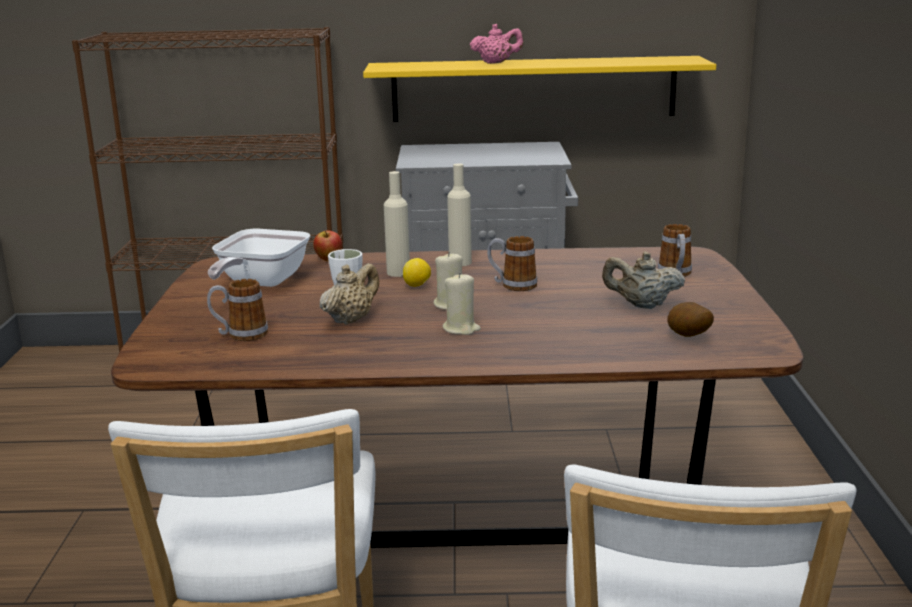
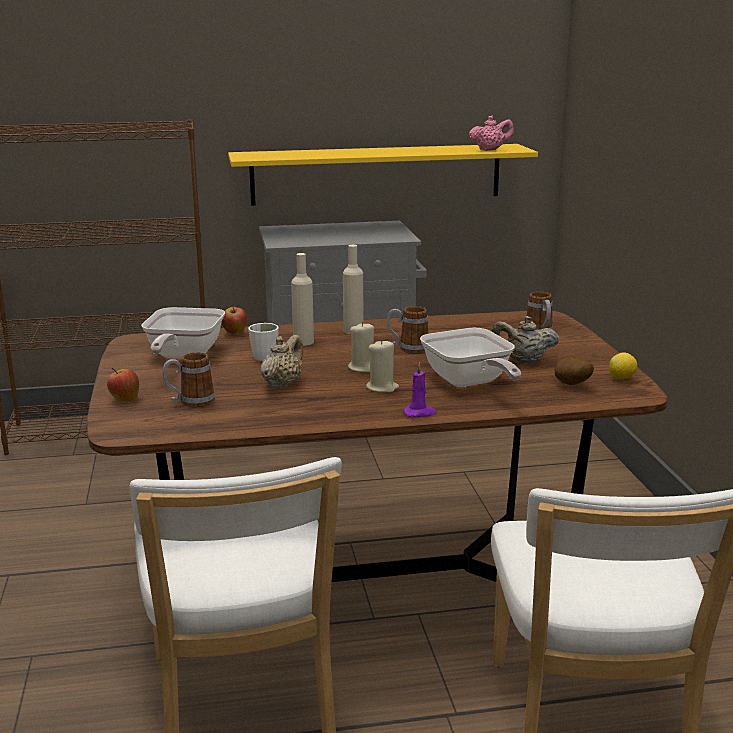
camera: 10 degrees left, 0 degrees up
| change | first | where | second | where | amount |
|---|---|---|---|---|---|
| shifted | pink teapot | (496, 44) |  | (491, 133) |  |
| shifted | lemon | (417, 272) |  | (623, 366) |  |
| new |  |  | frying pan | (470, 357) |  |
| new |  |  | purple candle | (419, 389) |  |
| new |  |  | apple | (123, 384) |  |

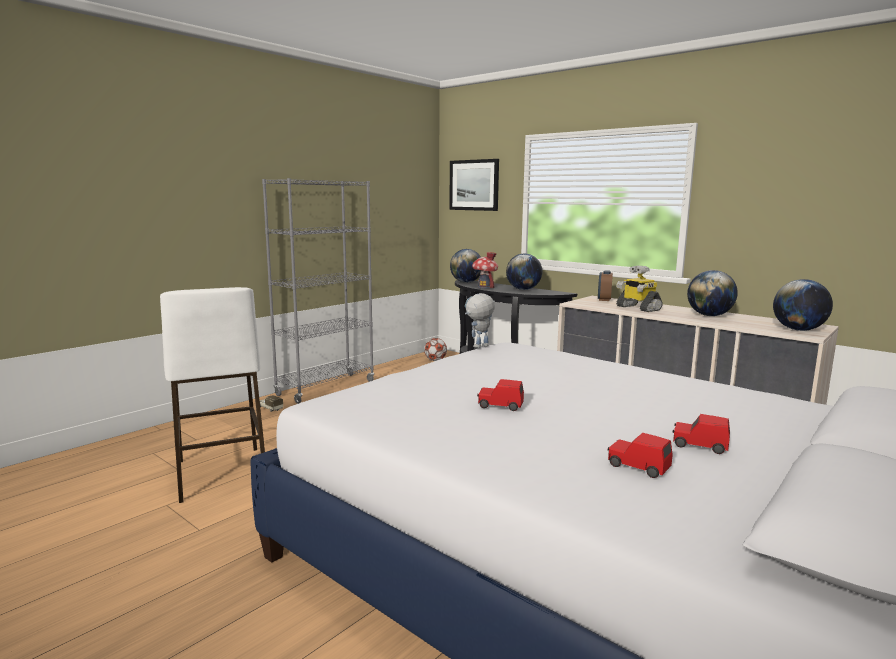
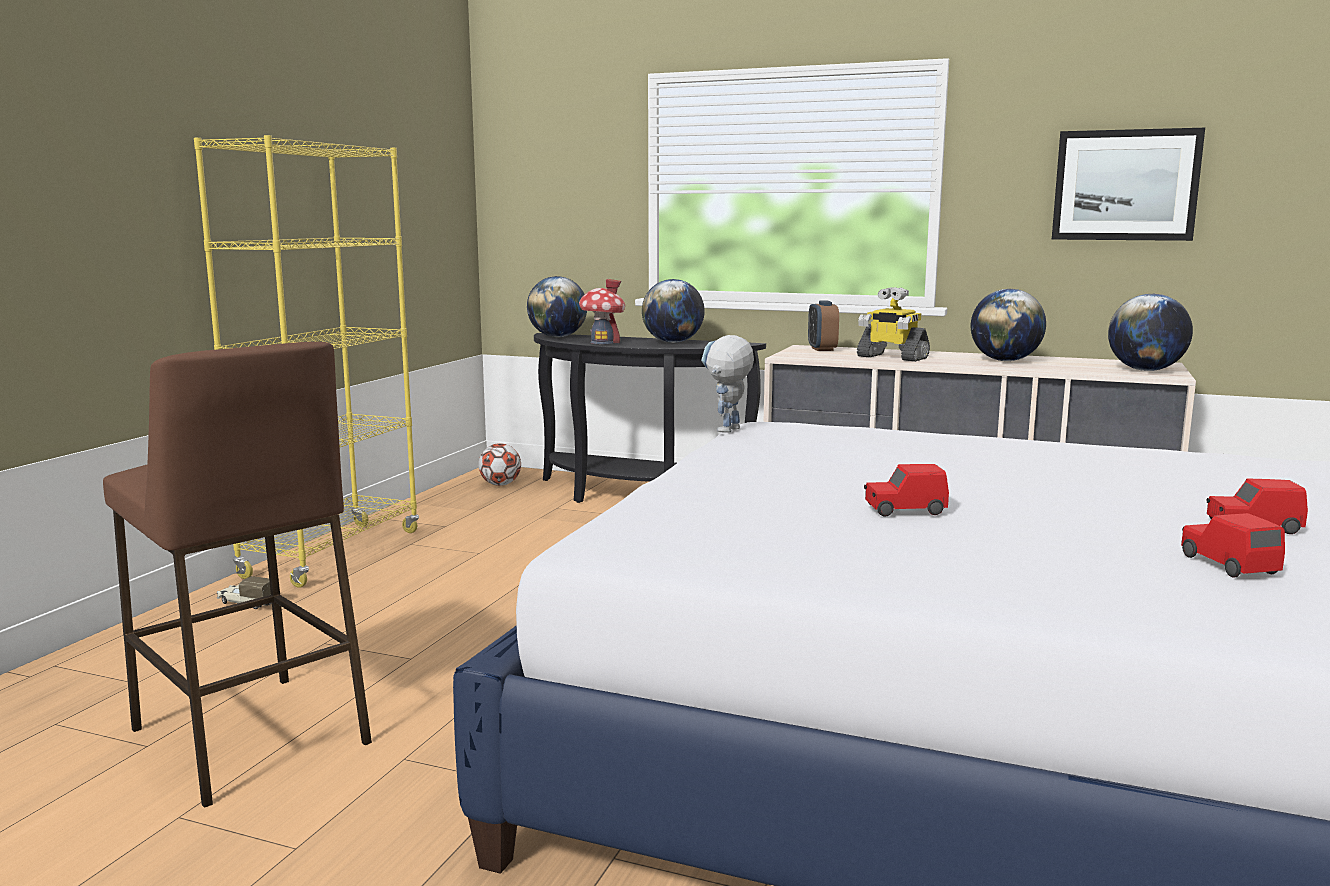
camera: 20 degrees left, 0 degrees up
| change | first | where | second | where | amount |
|---|---|---|---|---|---|
| shifted | picture | (474, 185) |  | (1128, 184) |  |
| repainted | grey bookcase | (318, 291) | yellow bookcase | (306, 361) |  |
| repainted | white stool | (212, 395) | brown stool | (237, 575) |  |
| rotated | red toy car | (640, 455) |  | (1233, 545) | 60 degrees clockwise |

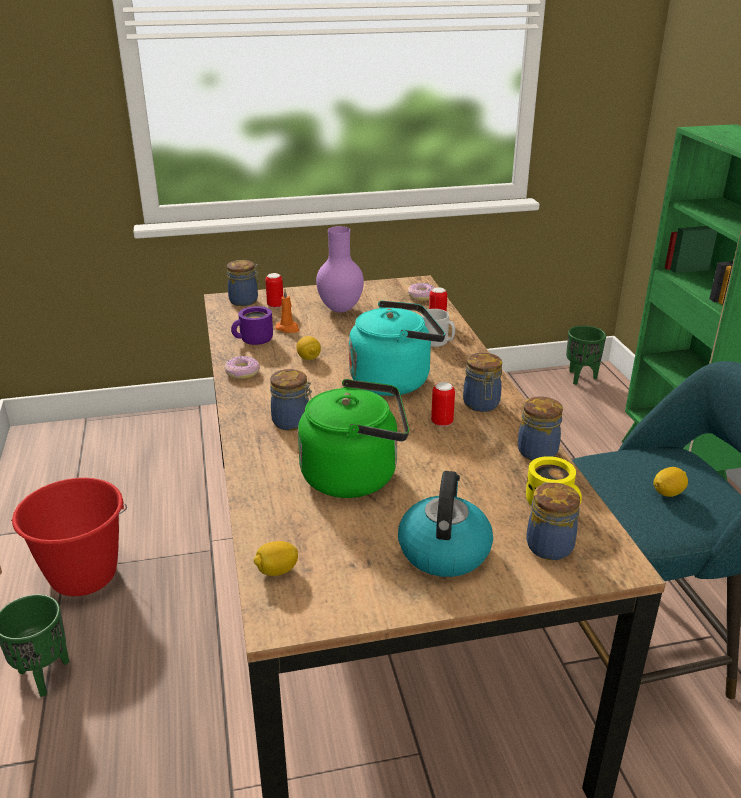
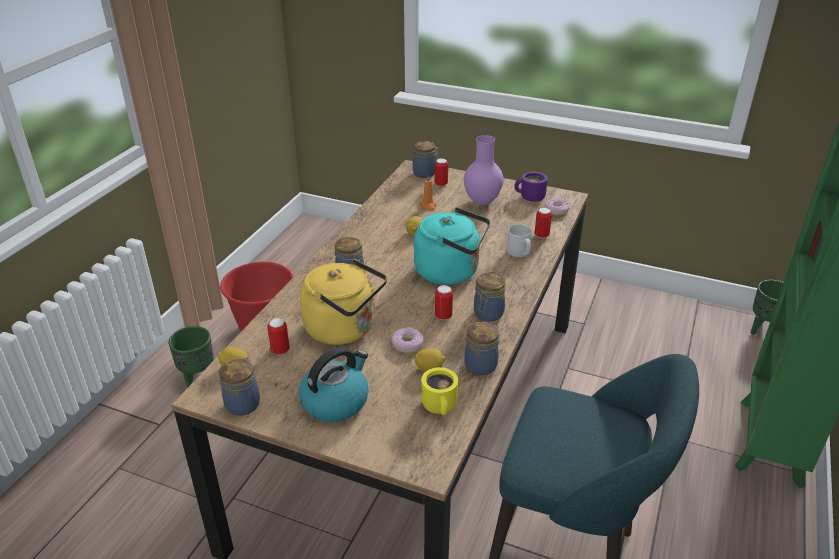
camera: 35 degrees right, 5 degrees up
| change | first | where | second | where | amount |
|---|---|---|---|---|---|
| shifted | purple mug | (252, 325) |  | (531, 187) |  |
| shifted | donut | (242, 367) |  | (407, 340) |  |
| repainted | green kettle | (353, 438) | yellow kettle | (343, 302) |  |
| shifted | lemon | (670, 482) |  | (430, 360) |  |
| shifted | jar | (553, 521) |  | (239, 387) |  |
| new |  |  | can | (278, 336) |  |

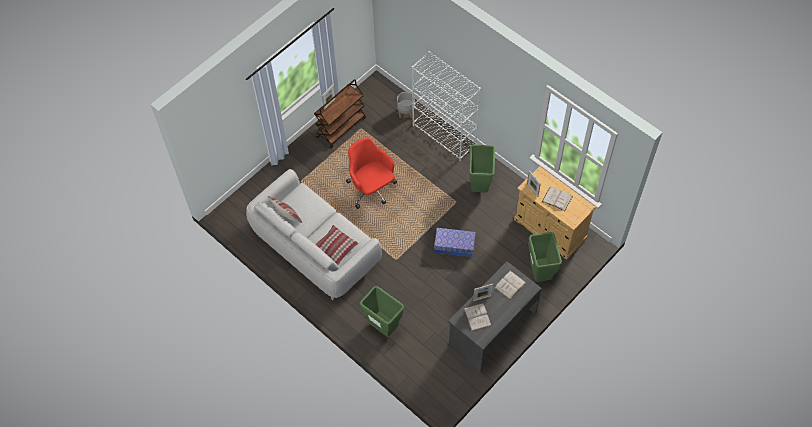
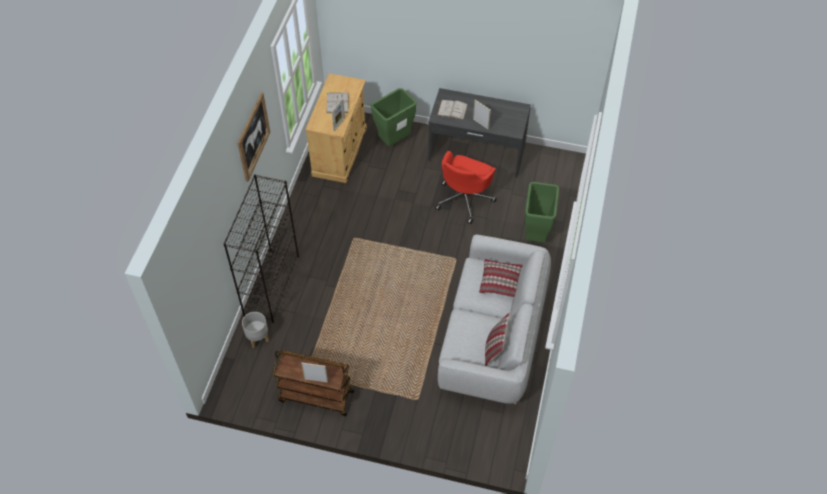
camera: 120 degrees left, 5 degrees down
| change | first | where | second | where | amount |
|---|---|---|---|---|---|
| repainted | white bookcase | (446, 106) | black bookcase | (261, 249) |  |
| shifted | red office chair | (371, 173) |  | (465, 187) |  |
| gone | green trash can | (482, 168) |  |  |  |
| gone | storage box | (455, 242) |  |  |  |
| gone | white book | (477, 317) |  |  |  |
| new |  |  | picture | (254, 137) |  |

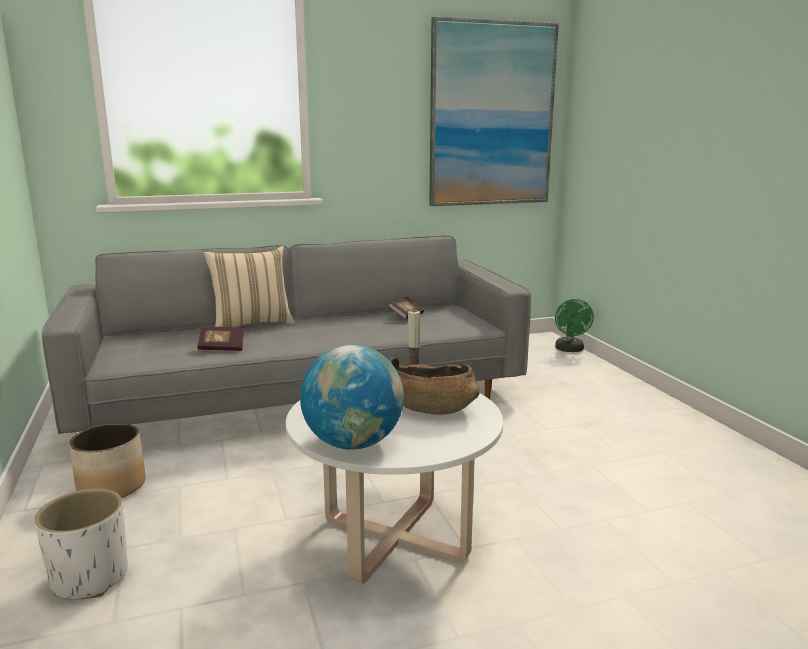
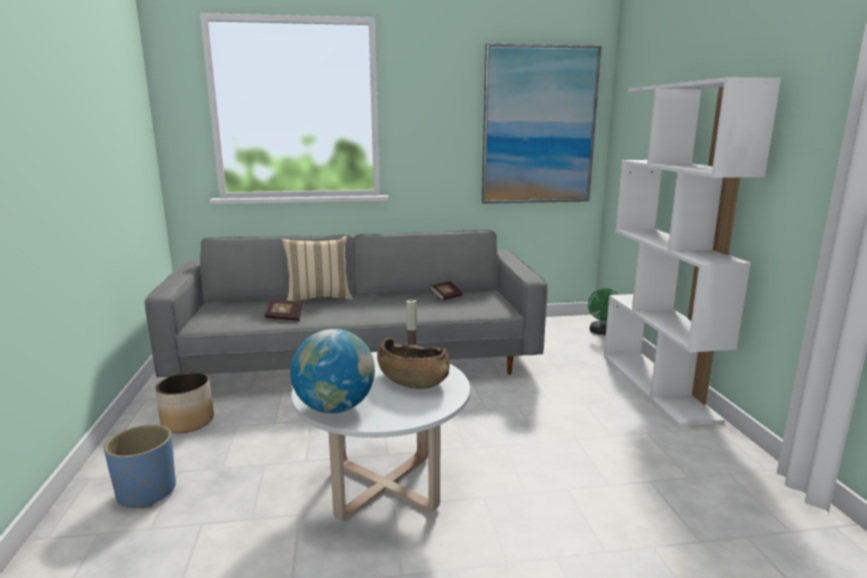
camera: 10 degrees right, 0 degrees up
| change | first | where | second | where | amount |
|---|---|---|---|---|---|
| repainted | white planter | (81, 544) | blue planter | (140, 466) |  |
| new |  |  | white bookcase | (692, 252) |  |

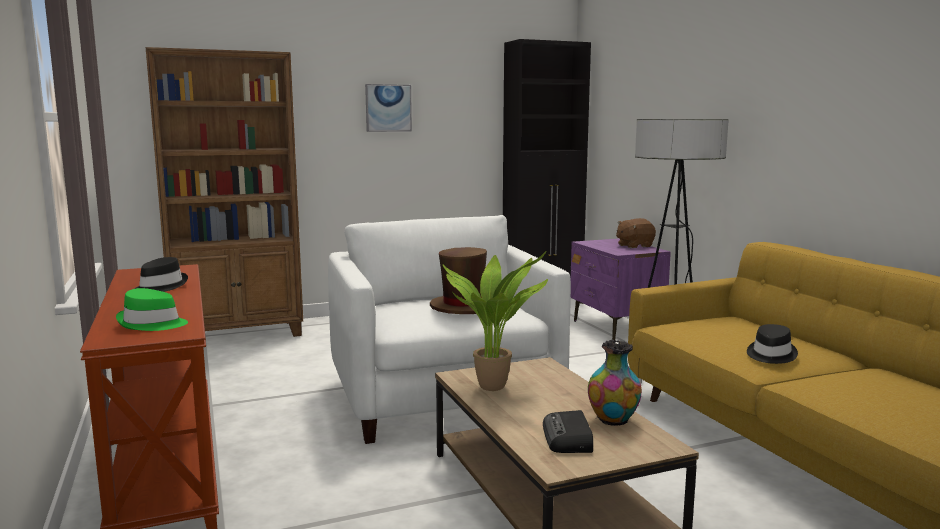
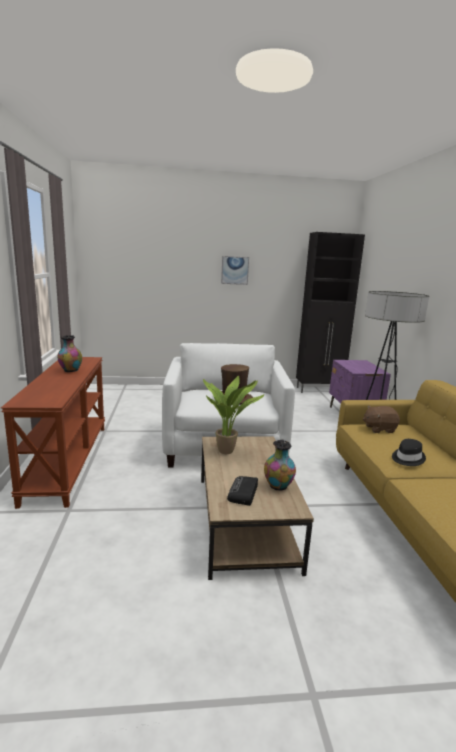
camera: 15 degrees right, 5 degrees up
| change | first | where | second | where | amount |
|---|---|---|---|---|---|
| gone | brown bookcase | (224, 192) |  |  |  |
| shifted | brown plush toy | (636, 233) |  | (381, 419) |  |
| swapped | black hat | (161, 274) | vase | (70, 353) |  |
| gone | green hat | (152, 309) |  |  |  |

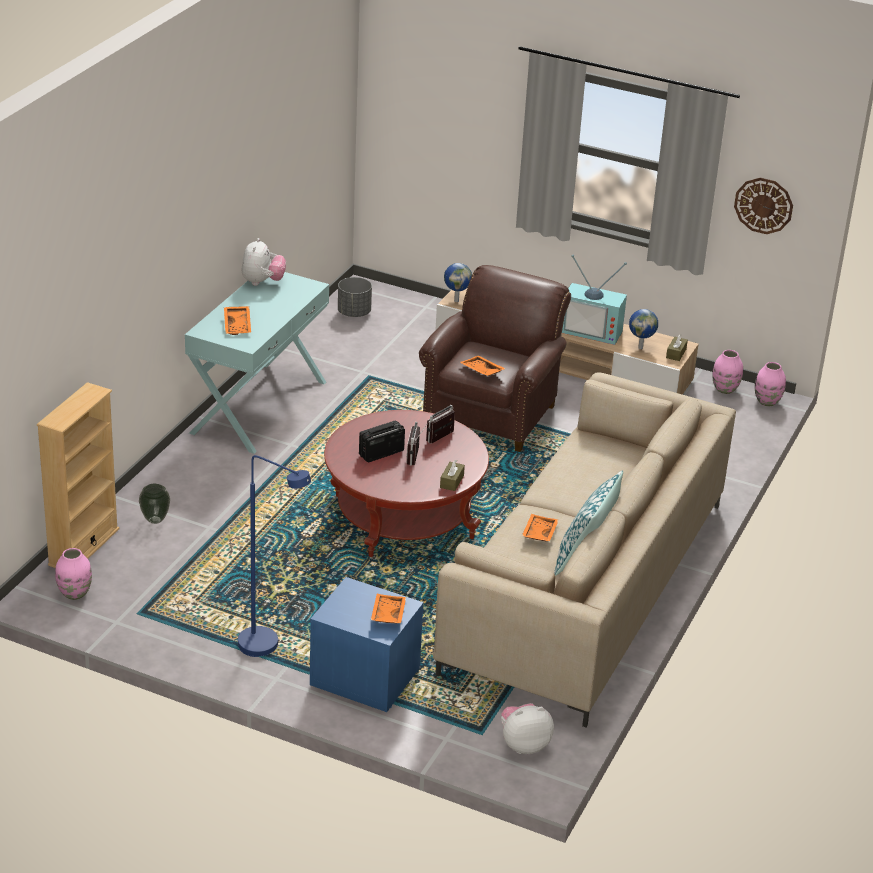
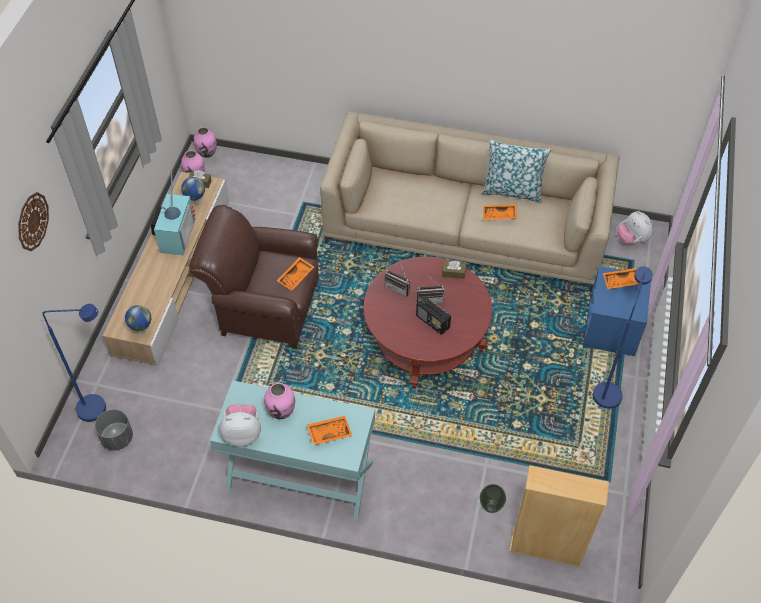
camera: 100 degrees left, 20 degrees up
| change | first | where | second | where | amount |
|---|---|---|---|---|---|
| shifted | wall clock | (763, 206) |  | (33, 221) |  |
| shifted | pink vase | (73, 574) |  | (279, 401) |  |
| new |  |  | blue floor lamp | (74, 363) |  |

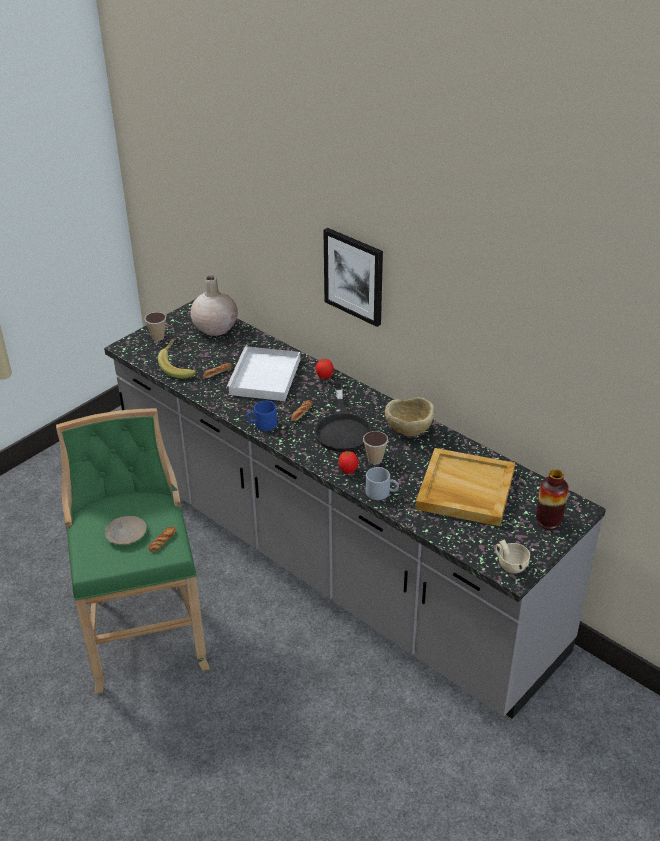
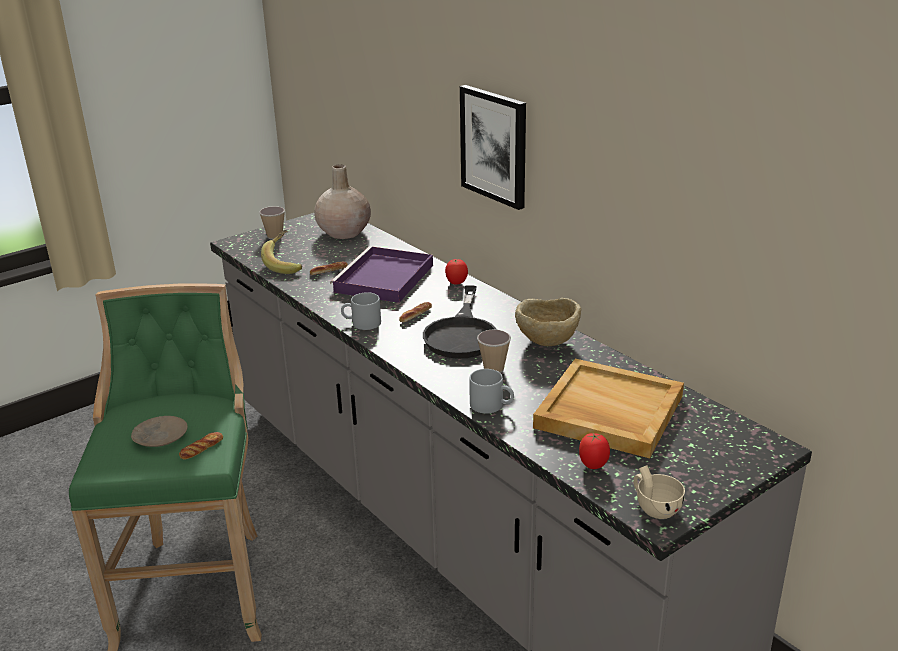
camera: 10 degrees right, 10 degrees down
| change | first | where | second | where | amount |
|---|---|---|---|---|---|
| repainted | white tray | (263, 373) | purple tray | (381, 274) |  |
| repainted | blue mug | (261, 416) | grey mug | (361, 311) |  |
| shifted | tomato | (348, 462) |  | (594, 451) |  |
| gone | vase | (552, 499) |  |  |  |

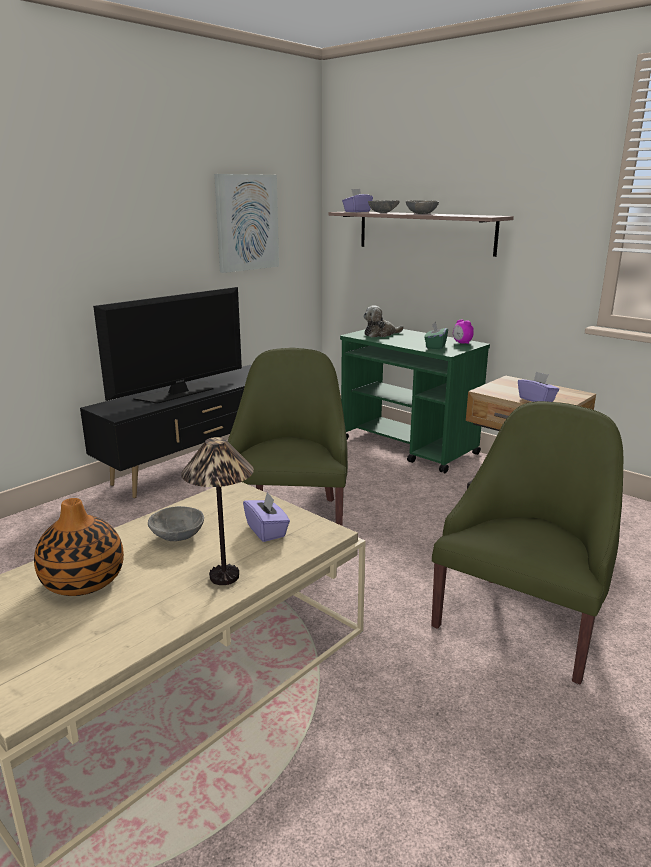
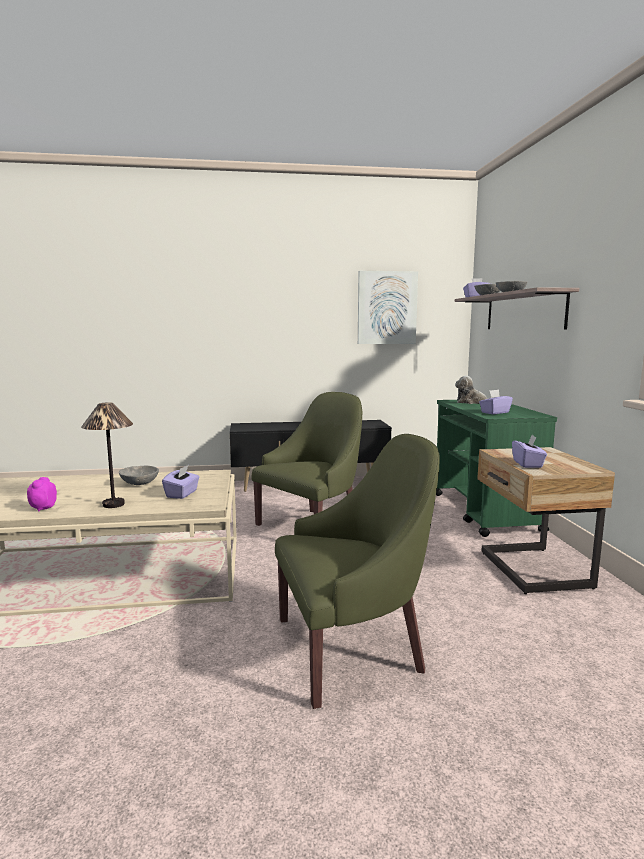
camera: 40 degrees right, 10 degrees down
| change | first | where | second | where | amount |
|---|---|---|---|---|---|
| gone | television | (167, 345) |  |  |  |
| shifted | alarm clock | (463, 331) |  | (42, 494) |  |
| repainted | green tissue box | (436, 335) | purple tissue box | (496, 402) |  |
| gone | vase | (79, 547) |  |  |  |

